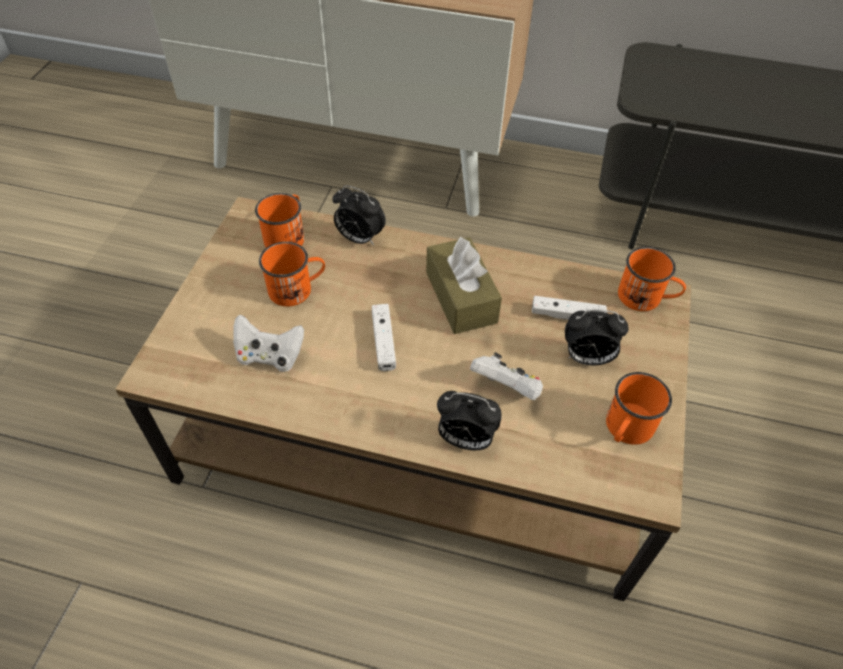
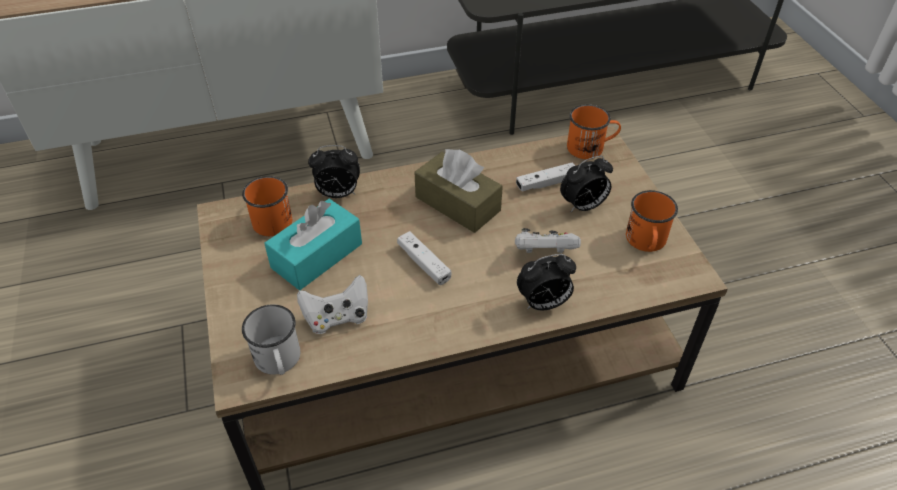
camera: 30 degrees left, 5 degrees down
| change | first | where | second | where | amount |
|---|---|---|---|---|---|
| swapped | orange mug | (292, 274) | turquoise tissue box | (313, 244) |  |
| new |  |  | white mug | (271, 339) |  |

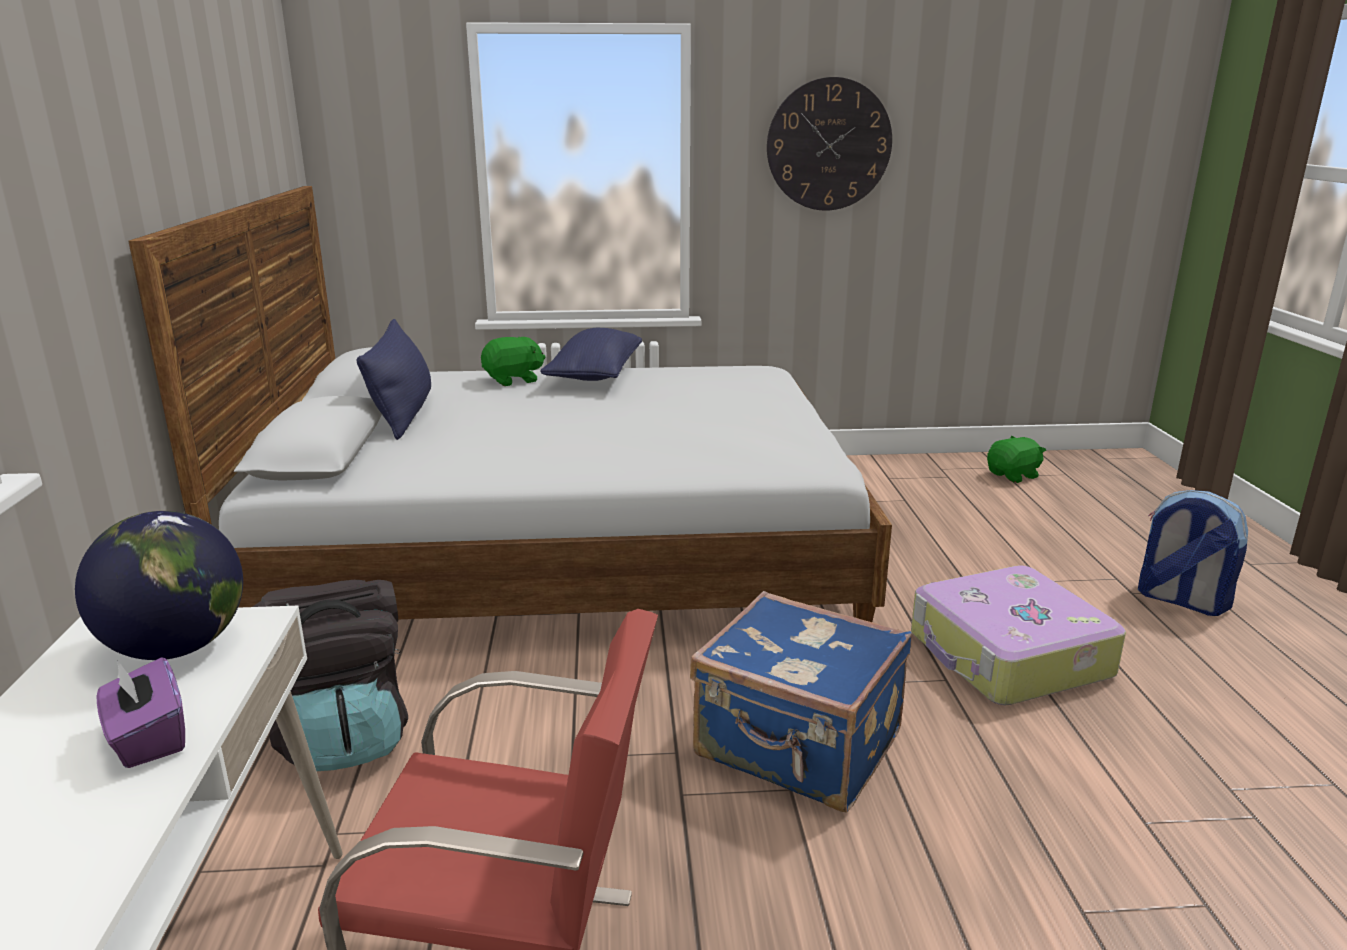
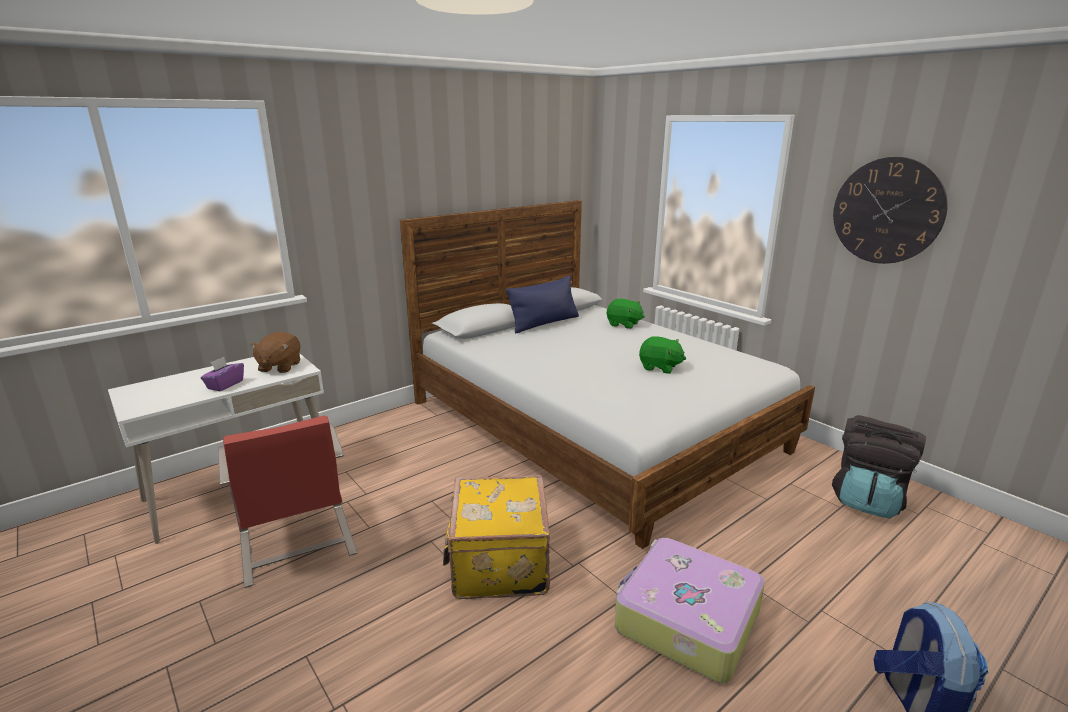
camera: 55 degrees right, 0 degrees up
| change | first | where | second | where | amount |
|---|---|---|---|---|---|
| gone | blue pillow | (591, 354) |  |  |  |
| shifted | green plush toy | (1016, 459) |  | (662, 355) |  |
| swapped | globe | (159, 585) | brown plush toy | (275, 352) |  |
| shifted | black backpack | (330, 675) |  | (879, 466) |  |
| repainted | blue suitcase | (801, 701) | yellow suitcase | (496, 537) |  |

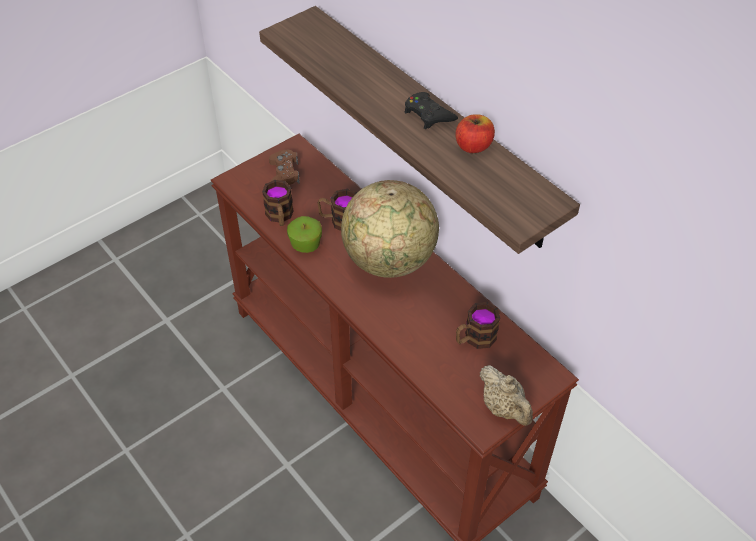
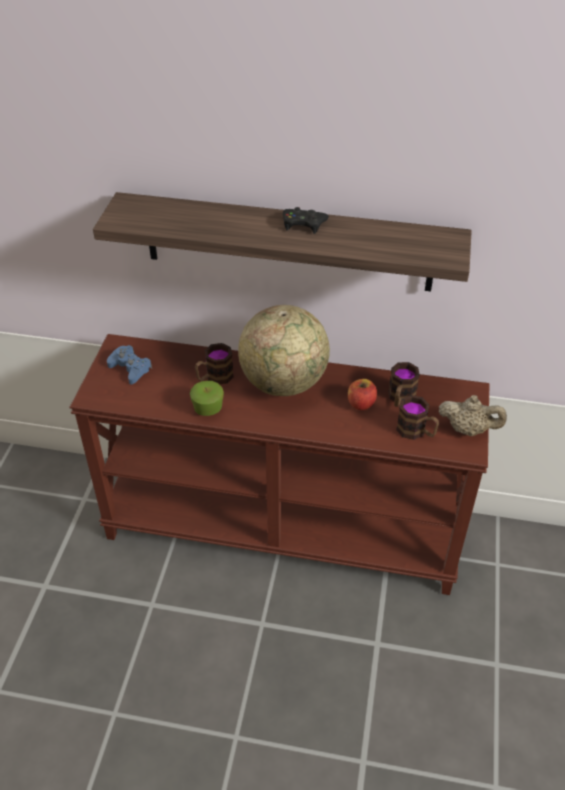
camera: 40 degrees left, 5 degrees down
| change | first | where | second | where | amount |
|---|---|---|---|---|---|
| shifted | apple | (475, 133) |  | (362, 394) |  |
| repainted | brown game controller | (284, 167) | blue game controller | (129, 365) |  |
| shifted | mug | (278, 203) |  | (417, 417) |  |

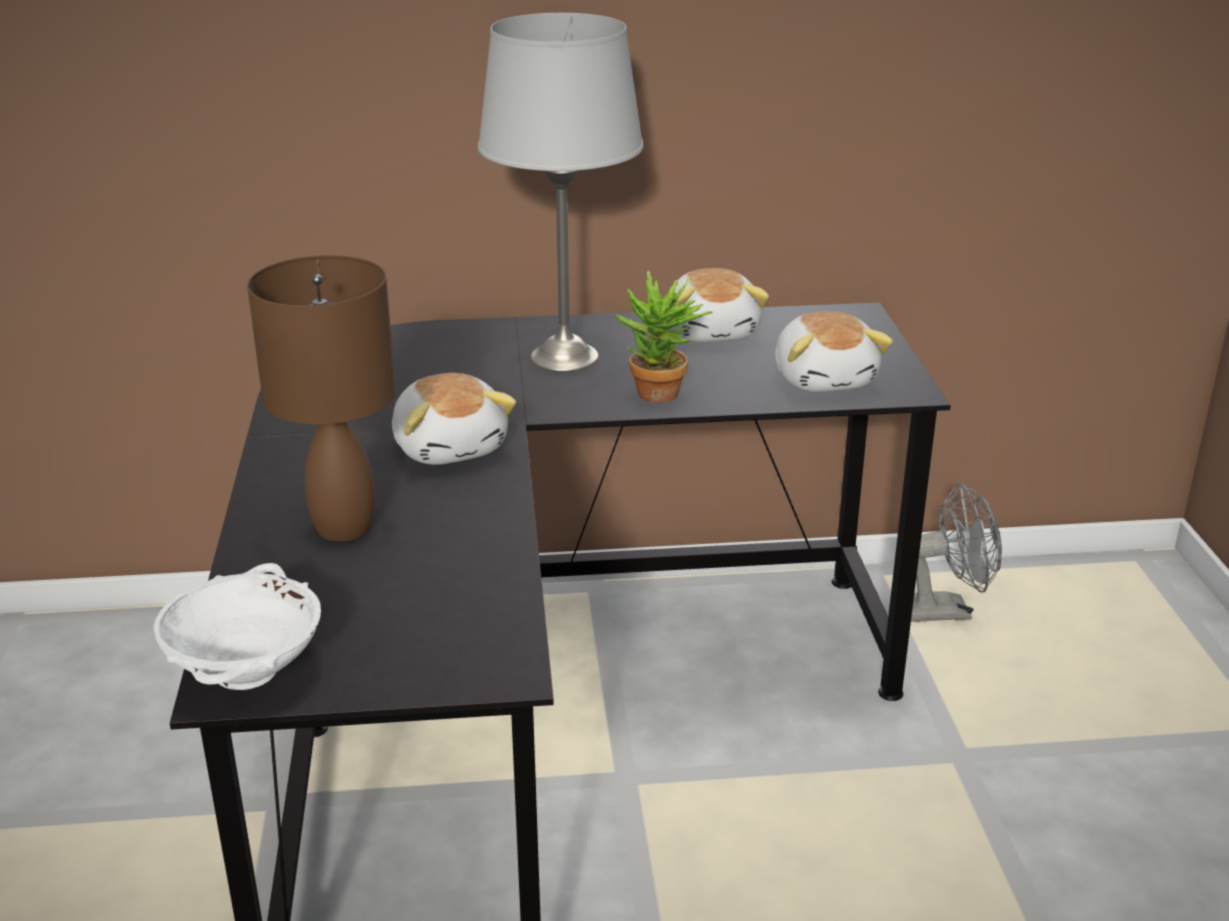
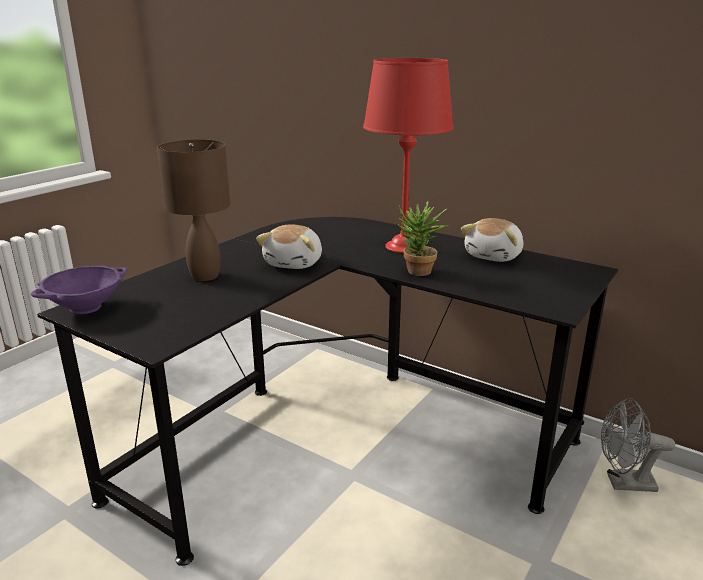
camera: 40 degrees right, 5 degrees down
| change | first | where | second | where | amount |
|---|---|---|---|---|---|
| repainted | grey table lamp | (560, 192) | red table lamp | (408, 155) |  |
| gone | plush toy | (834, 351) |  |  |  |
| rotated | grey fan | (956, 552) |  | (638, 445) | 150 degrees clockwise |
| repainted | white bowl | (237, 626) | purple bowl | (79, 290) |  |

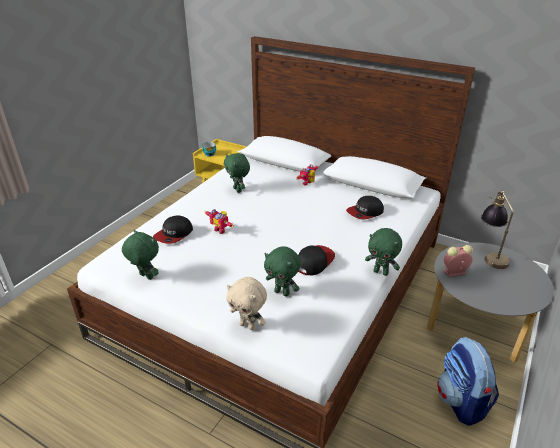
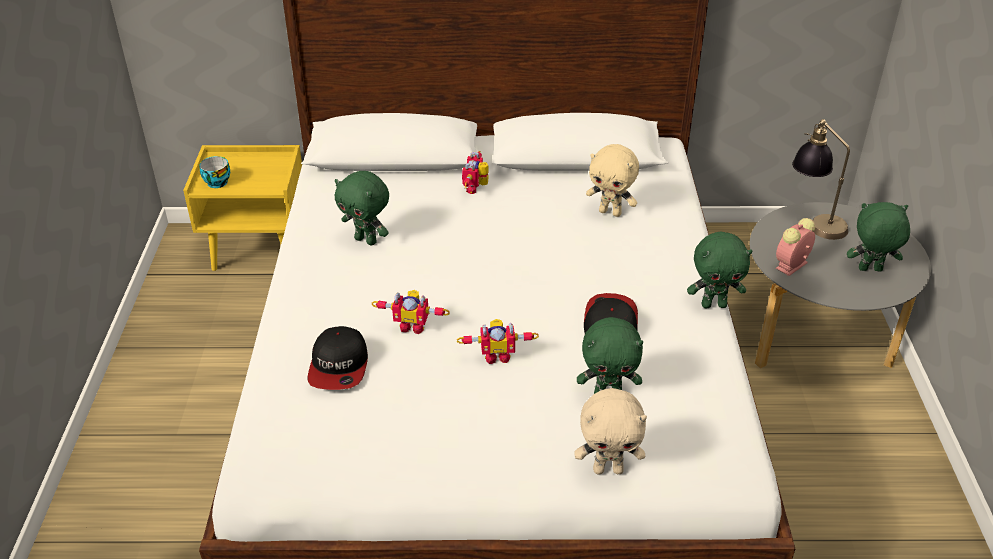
camera: 30 degrees left, 5 degrees up
| change | first | where | second | where | amount |
|---|---|---|---|---|---|
| swapped | cap | (365, 207) | beige plush toy | (612, 180) |  |
| shifted | green plush toy | (140, 255) |  | (878, 236) |  |
| gone | backpack | (468, 381) |  |  |  |
| new |  |  | toy robot | (498, 341) |  |

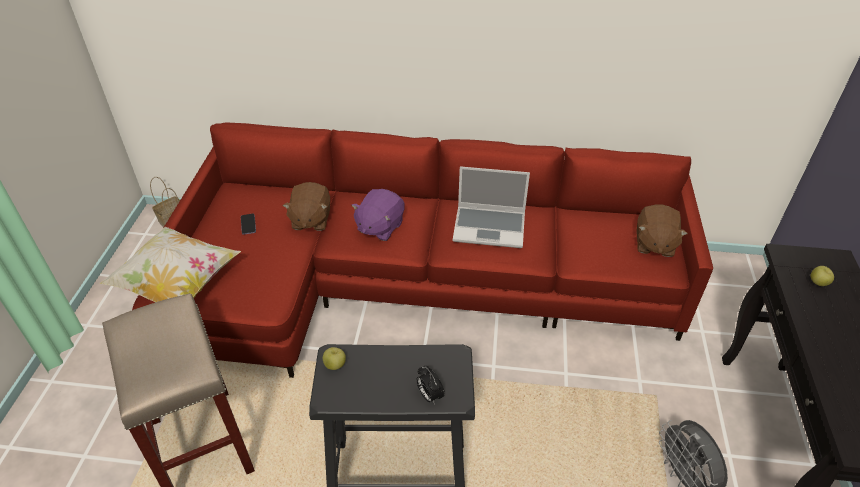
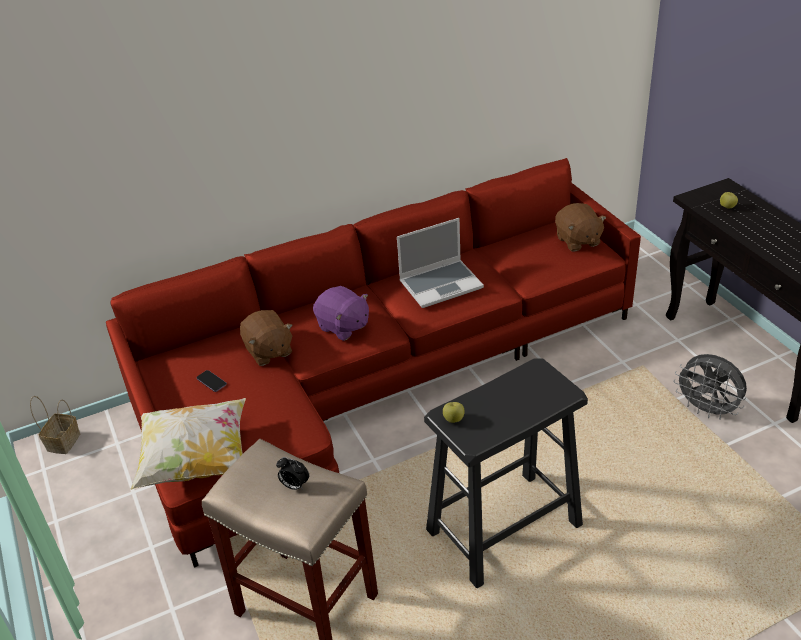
camera: 30 degrees left, 5 degrees down
| change | first | where | second | where | amount |
|---|---|---|---|---|---|
| rotated | purple plush toy | (378, 215) |  | (341, 313) | 45 degrees counterclockwise |
| shifted | alarm clock | (430, 385) |  | (292, 473) |  |

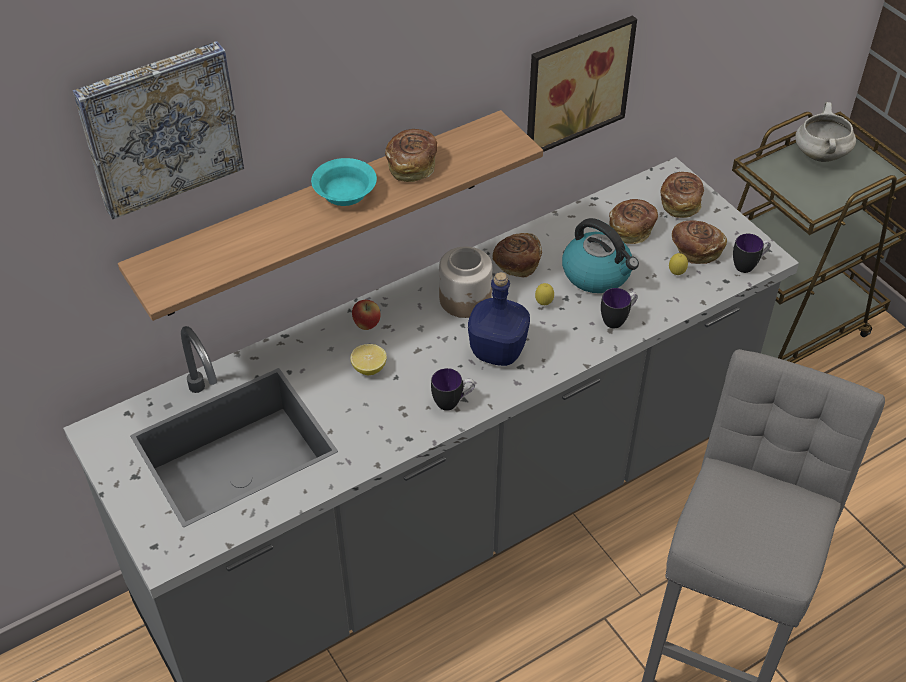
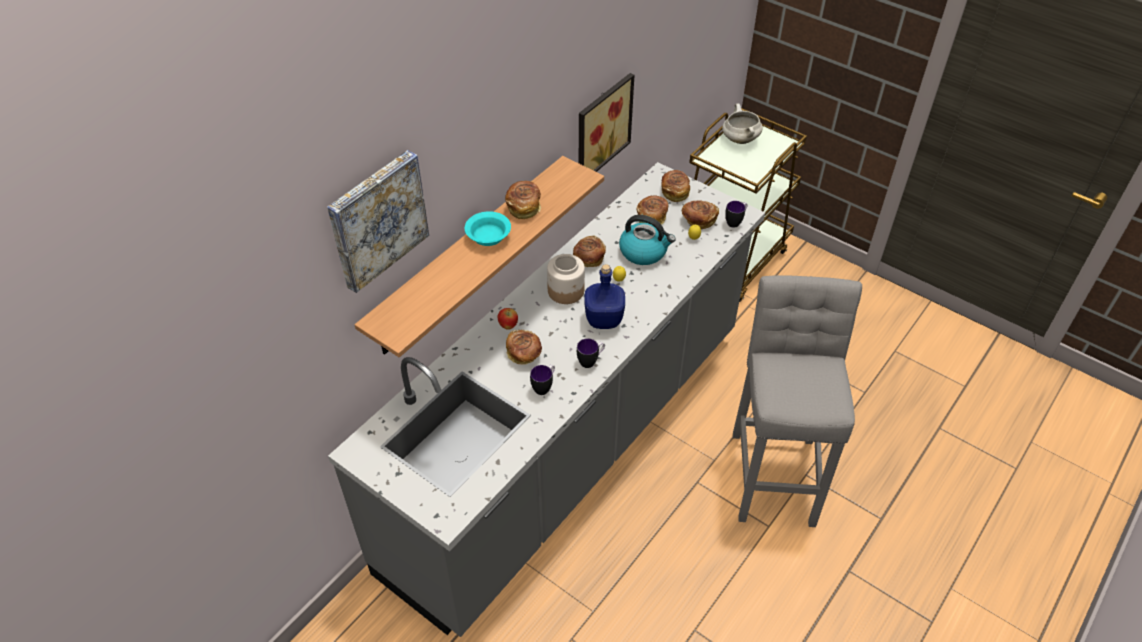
camera: 20 degrees left, 0 degrees up
| change | first | where | second | where | amount |
|---|---|---|---|---|---|
| shifted | mug | (619, 308) |  | (542, 379) |  |
| swapped | lemon | (368, 359) | bread | (524, 347) |  |

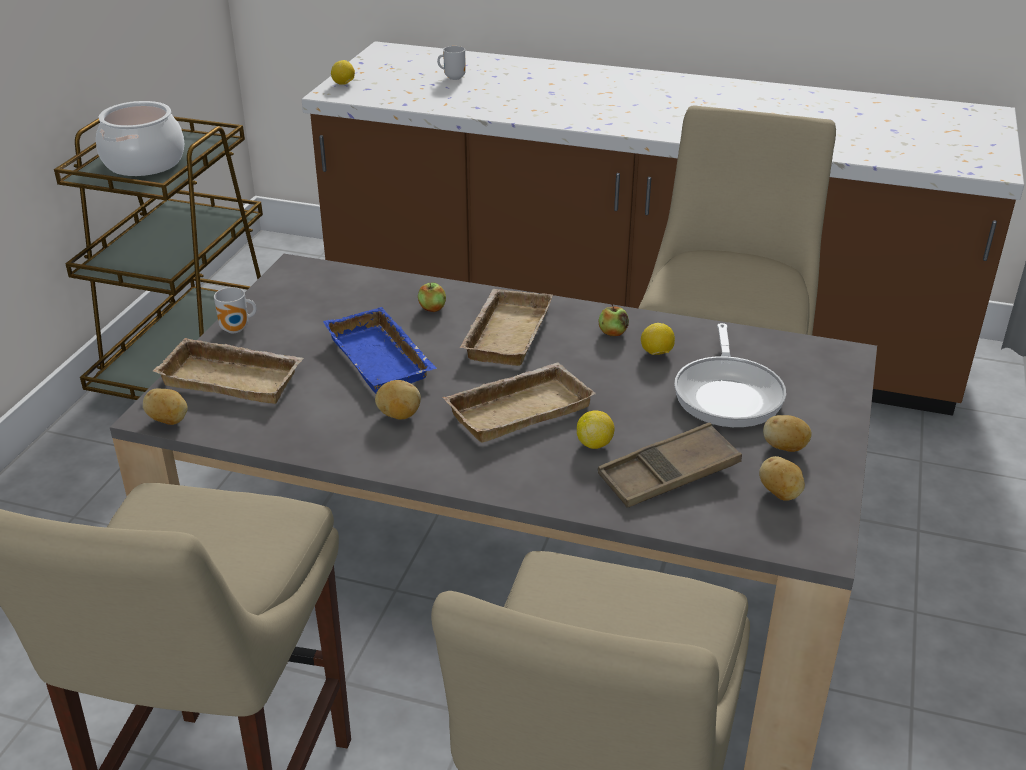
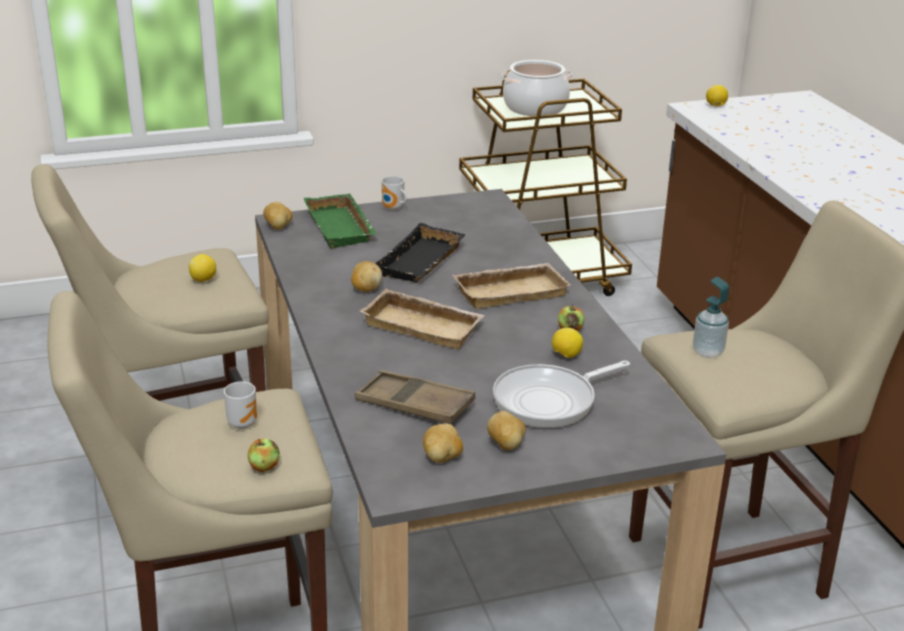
camera: 55 degrees right, 5 degrees down
| change | first | where | second | where | amount |
|---|---|---|---|---|---|
| shifted | mug | (451, 63) |  | (240, 405) |  |
| shifted | apple | (432, 297) |  | (263, 455) |  |
| repainted | blue tray | (380, 350) | black tray | (420, 252) |  |
| repainted | beige tray | (228, 371) | green tray | (340, 221) |  |
| shifted | lemon | (596, 430) |  | (202, 268) |  |
| new |  |  | soap dispenser | (711, 317) |  |

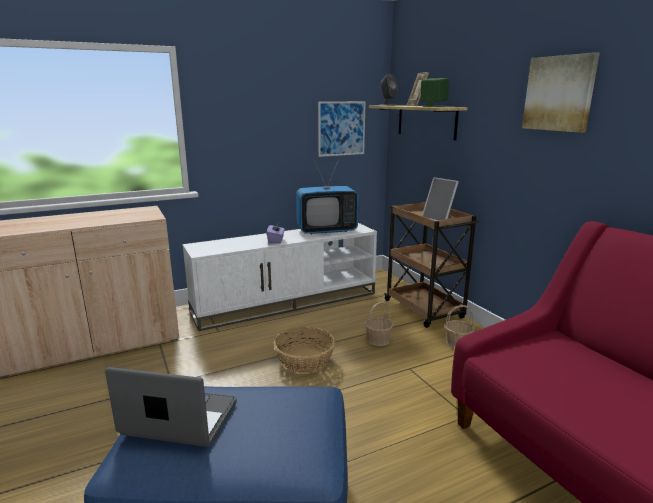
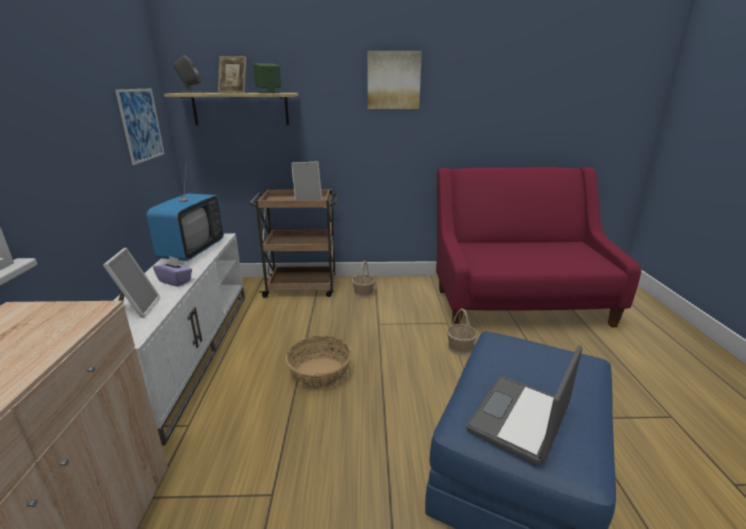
camera: 65 degrees left, 5 degrees up
| change | first | where | second | where | amount |
|---|---|---|---|---|---|
| shifted | basket | (379, 324) |  | (462, 332) |  |
| new |  |  | picture frame | (131, 283) |  |

